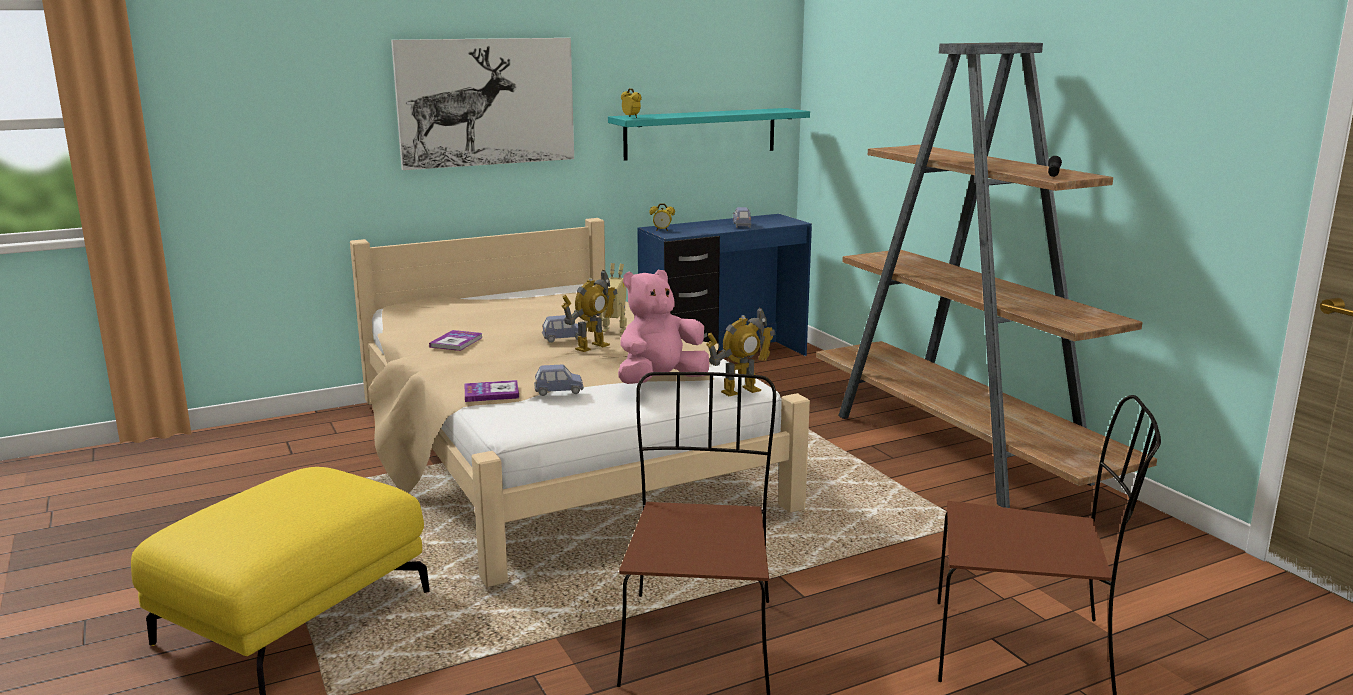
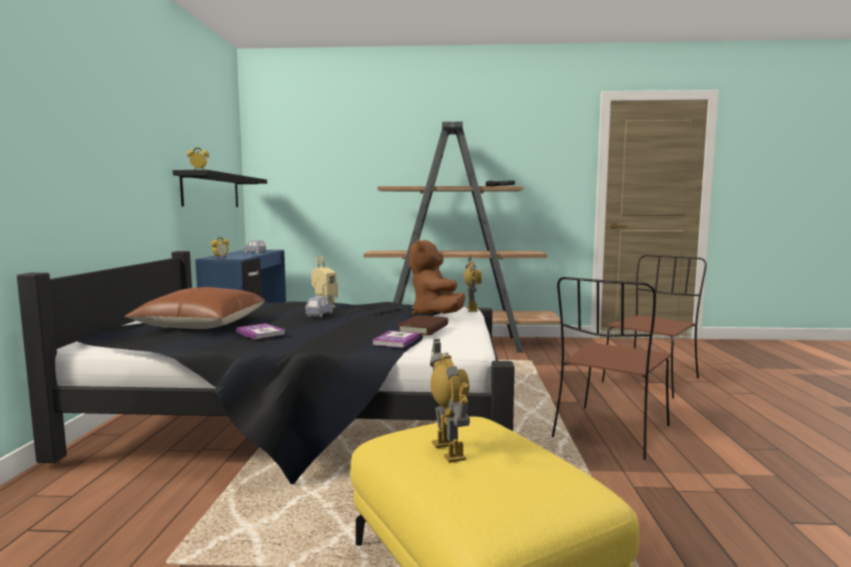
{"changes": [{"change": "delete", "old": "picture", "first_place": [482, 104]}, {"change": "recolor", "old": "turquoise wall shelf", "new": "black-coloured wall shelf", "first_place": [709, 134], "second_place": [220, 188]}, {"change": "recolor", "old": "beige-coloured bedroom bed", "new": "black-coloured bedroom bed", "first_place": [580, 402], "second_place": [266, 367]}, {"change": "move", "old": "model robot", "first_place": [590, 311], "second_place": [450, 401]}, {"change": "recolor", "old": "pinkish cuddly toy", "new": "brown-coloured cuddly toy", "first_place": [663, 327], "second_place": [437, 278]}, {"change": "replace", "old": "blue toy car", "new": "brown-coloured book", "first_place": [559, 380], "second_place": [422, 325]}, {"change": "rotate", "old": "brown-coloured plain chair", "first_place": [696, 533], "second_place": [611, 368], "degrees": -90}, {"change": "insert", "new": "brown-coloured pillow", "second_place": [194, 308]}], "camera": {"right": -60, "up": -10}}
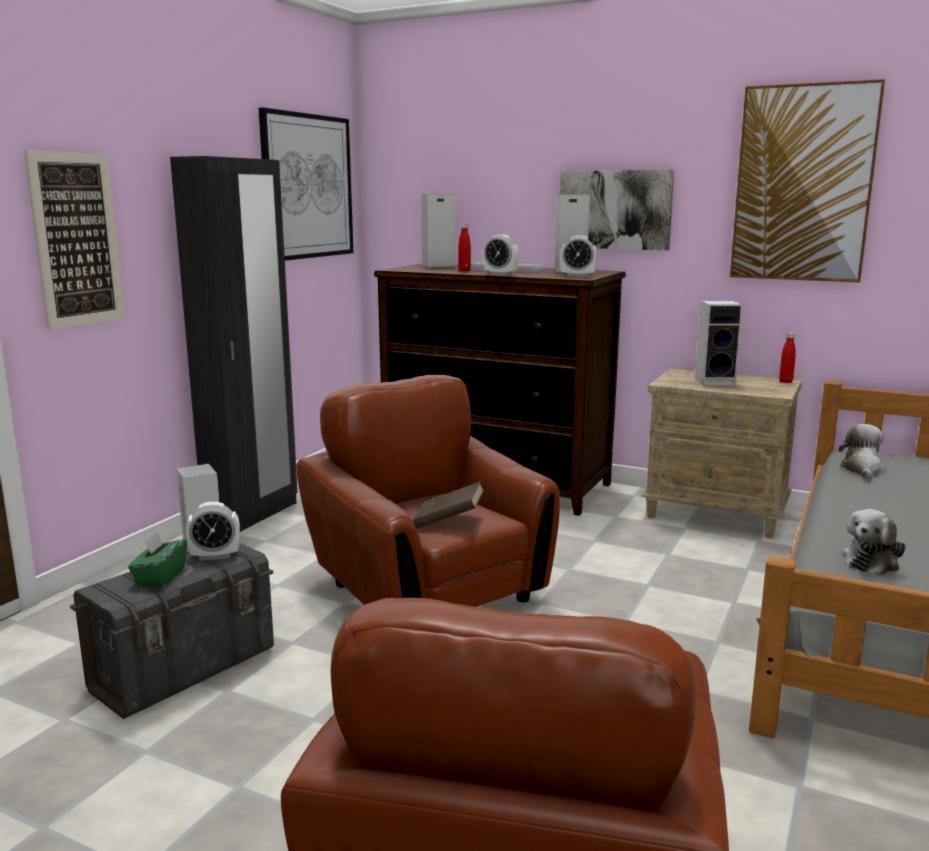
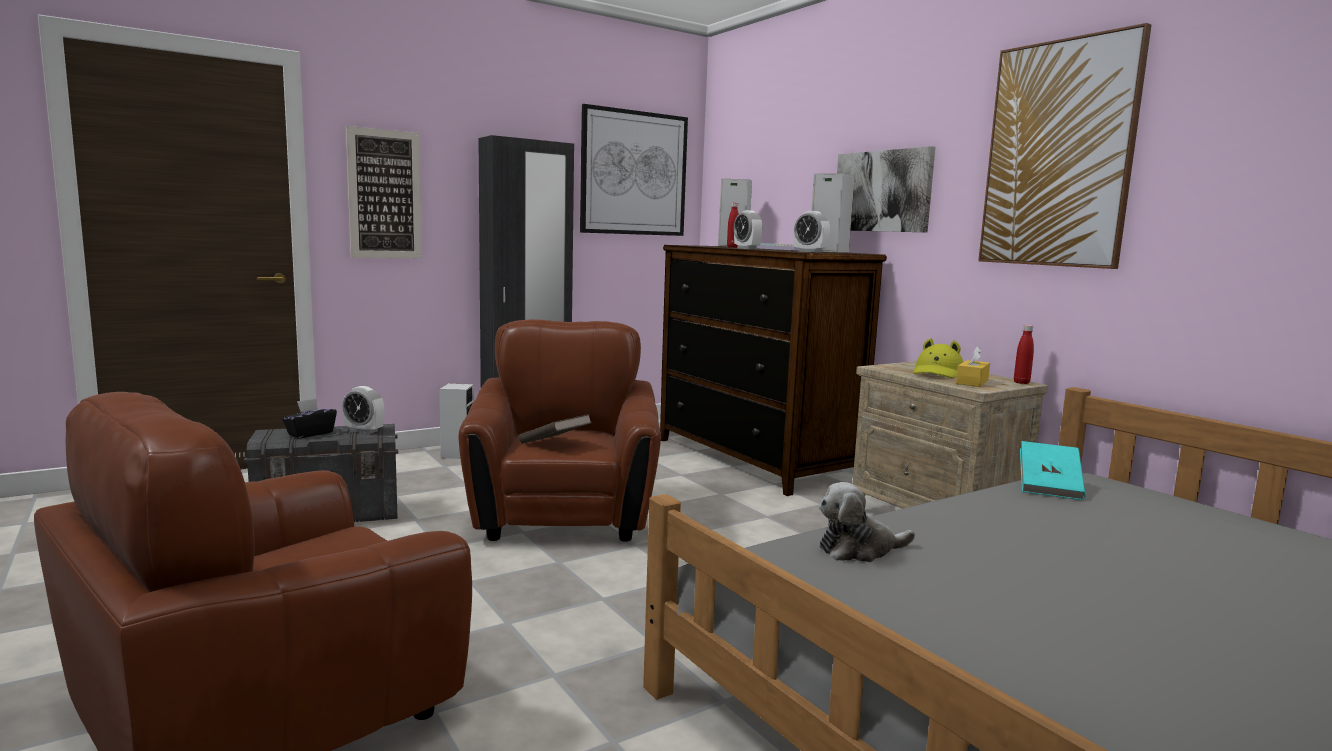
{"changes": [{"change": "replace", "old": "audio speaker", "new": "yellowish hat", "first_place": [719, 343], "second_place": [938, 358]}, {"change": "replace", "old": "cuddly toy", "new": "turquoise book", "first_place": [862, 452], "second_place": [1053, 470]}, {"change": "recolor", "old": "green-coloured tissue box", "new": "black-coloured tissue box", "first_place": [157, 559], "second_place": [309, 418]}, {"change": "insert", "new": "yellowish tissue box", "second_place": [973, 366]}], "camera": {"right": 30, "up": -5}}
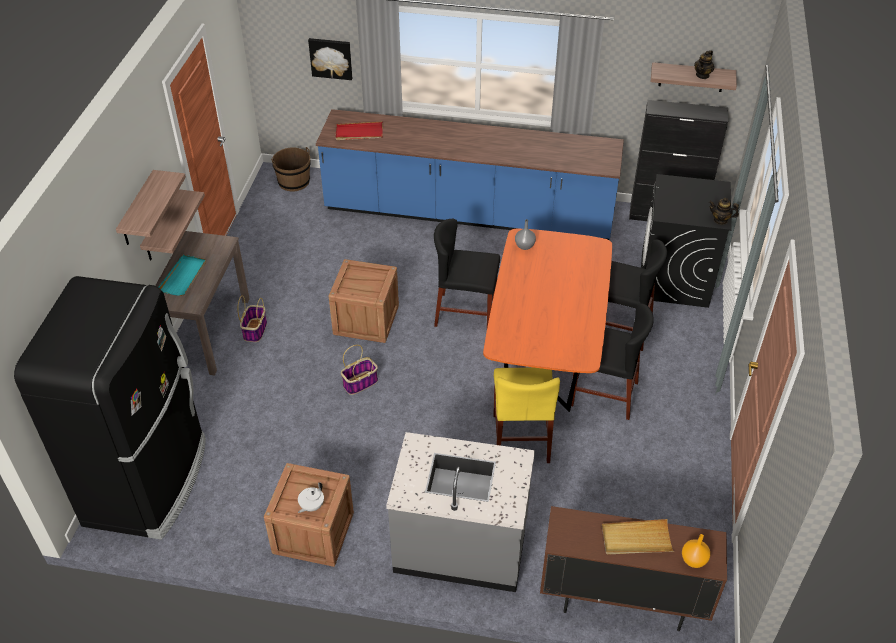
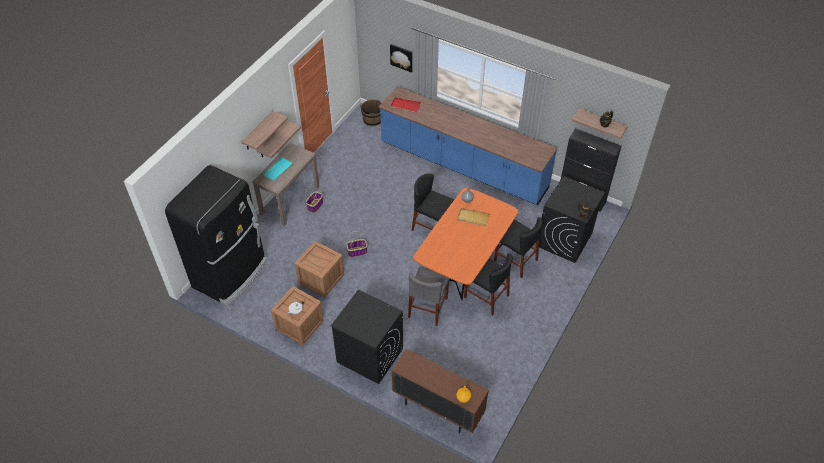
{"changes": [{"change": "move", "old": "crate", "first_place": [364, 301], "second_place": [319, 269]}, {"change": "recolor", "old": "yellowish plain chair", "new": "grey plain chair", "first_place": [526, 415], "second_place": [429, 296]}, {"change": "replace", "old": "grey kitchen base unit", "new": "black-coloured washing machine", "first_place": [460, 512], "second_place": [367, 336]}, {"change": "move", "old": "beige-coloured serving tray", "first_place": [638, 537], "second_place": [474, 217]}], "camera": {"right": 20, "up": 5}}
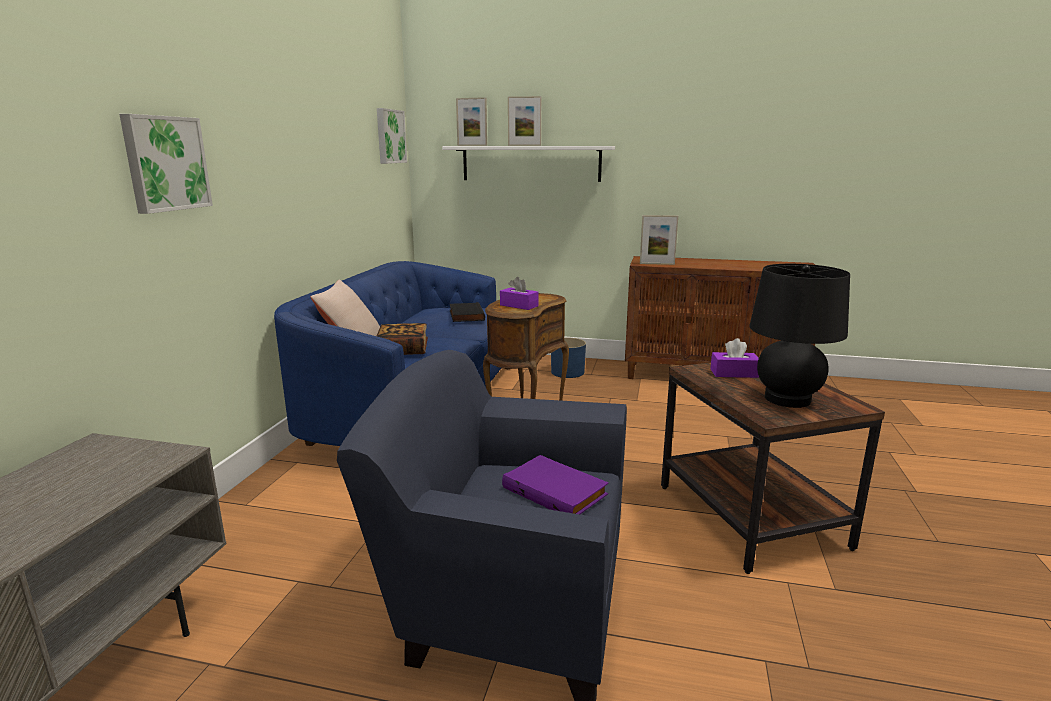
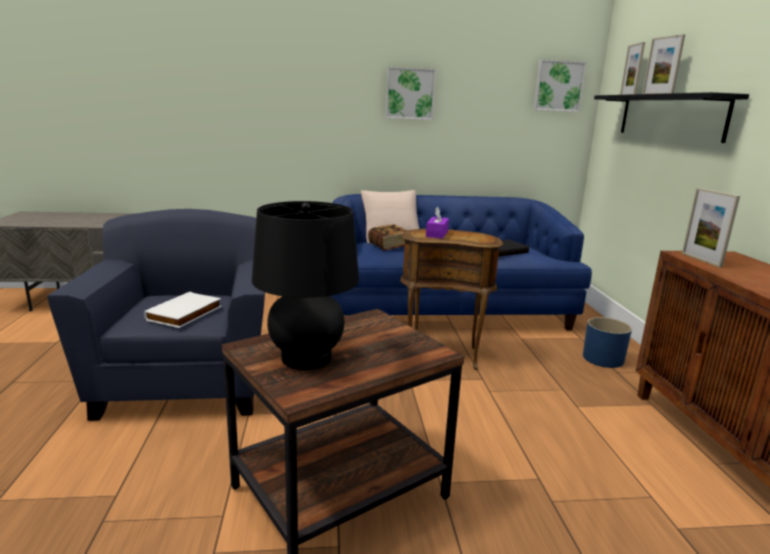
{"changes": [{"change": "move", "old": "picture", "first_place": [166, 164], "second_place": [410, 93]}, {"change": "recolor", "old": "white-coloured wall shelf", "new": "black-coloured wall shelf", "first_place": [528, 164], "second_place": [671, 117]}, {"change": "delete", "old": "purple tissue box", "first_place": [734, 358]}, {"change": "recolor", "old": "purple book", "new": "white-coloured book", "first_place": [555, 484], "second_place": [183, 310]}], "camera": {"right": 70, "up": 0}}
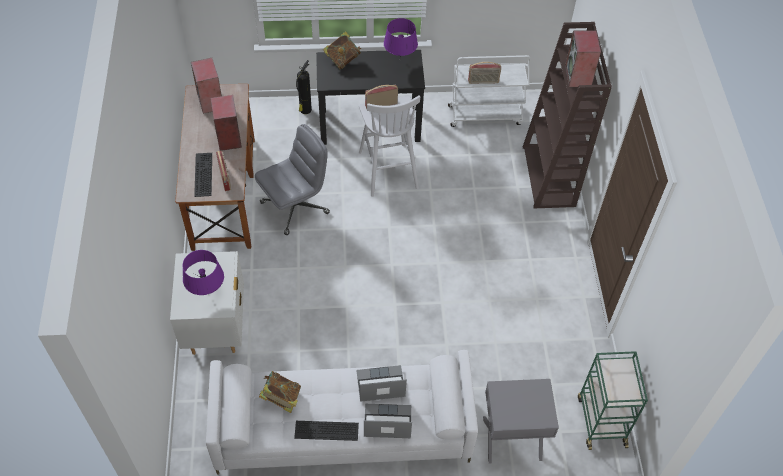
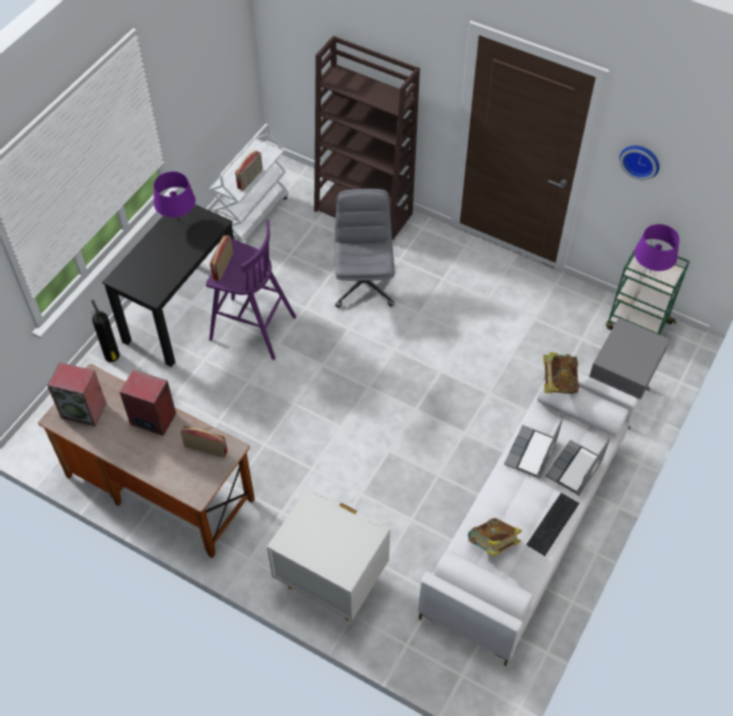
{"changes": [{"change": "move", "old": "book", "first_place": [342, 50], "second_place": [561, 373]}, {"change": "delete", "old": "audio speaker", "first_place": [583, 59]}, {"change": "recolor", "old": "white-coloured sitting stool", "new": "purple sitting stool", "first_place": [389, 146], "second_place": [251, 290]}, {"change": "move", "old": "grey computer chair", "first_place": [292, 179], "second_place": [365, 248]}, {"change": "delete", "old": "PC keyboard", "first_place": [203, 175]}, {"change": "move", "old": "purple lamp for a table", "first_place": [203, 272], "second_place": [657, 248]}, {"change": "insert", "new": "clock on the wall", "second_place": [639, 162]}], "camera": {"right": -55, "up": 0}}
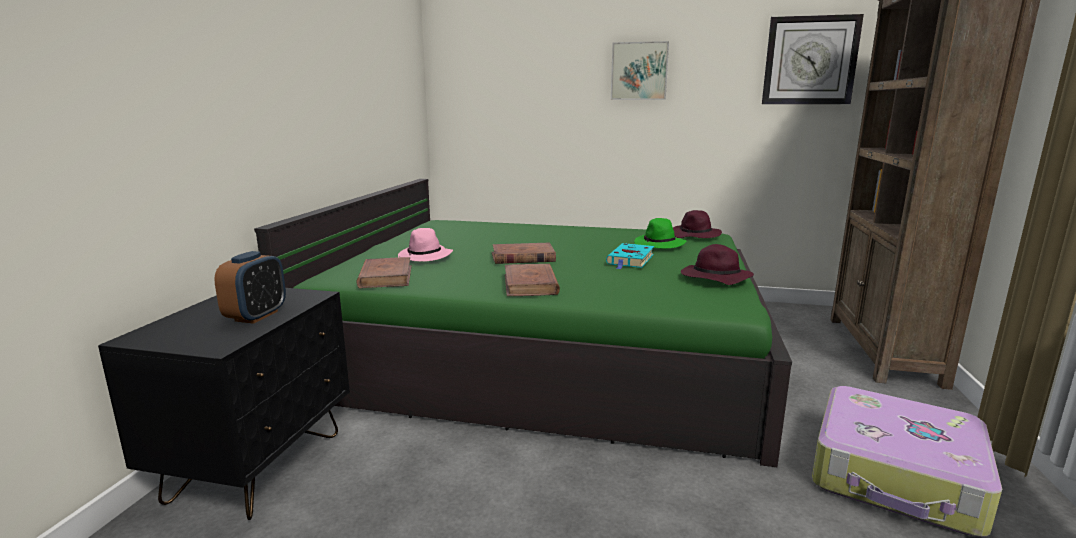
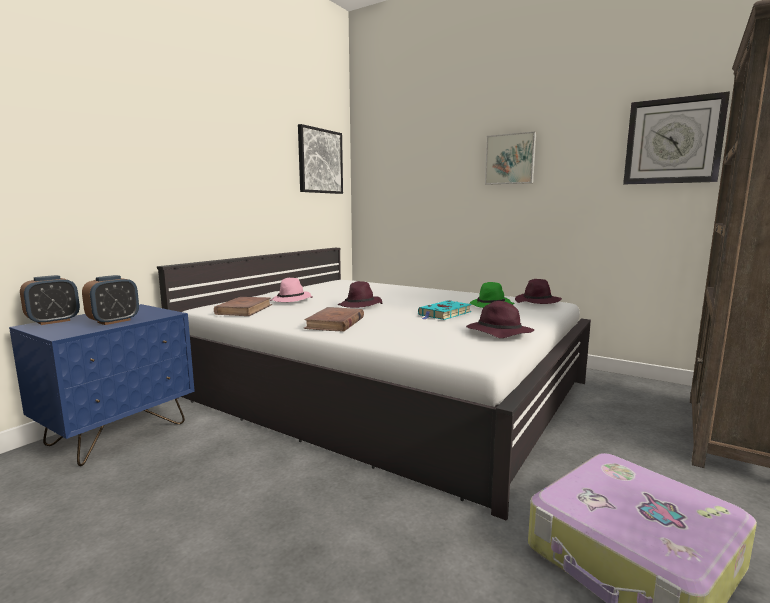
{"changes": [{"change": "recolor", "old": "green-coloured bedroom bed", "new": "white-coloured bedroom bed", "first_place": [523, 323], "second_place": [374, 384]}, {"change": "replace", "old": "brown-coloured book", "new": "purple hat", "first_place": [524, 253], "second_place": [360, 294]}, {"change": "recolor", "old": "black-coloured nightstand", "new": "blue nightstand", "first_place": [224, 404], "second_place": [102, 385]}, {"change": "insert", "new": "picture", "second_place": [320, 159]}, {"change": "insert", "new": "bedside clock", "second_place": [50, 300]}], "camera": {"right": 20, "up": -5}}
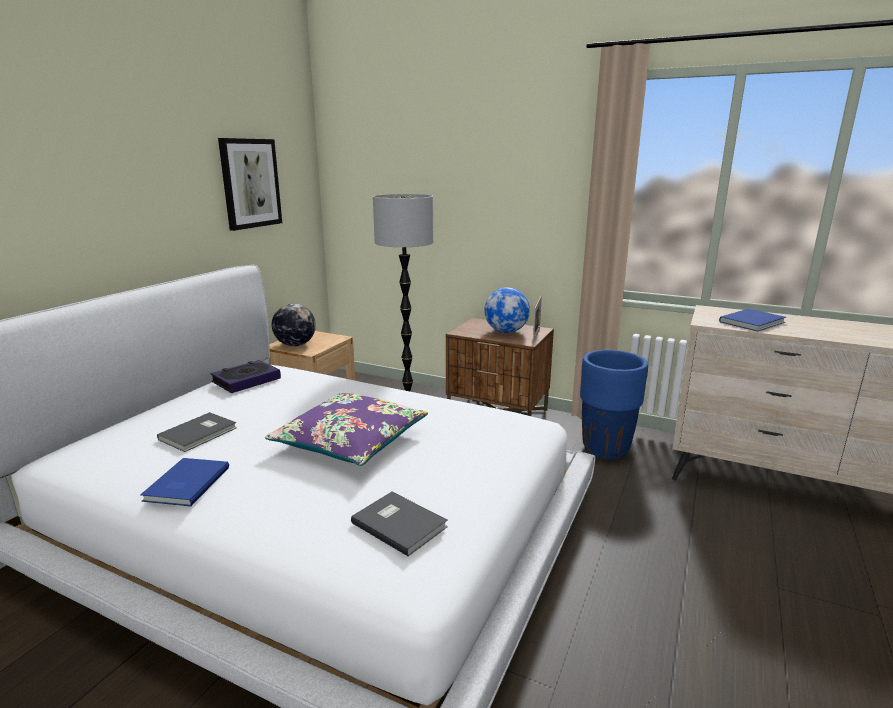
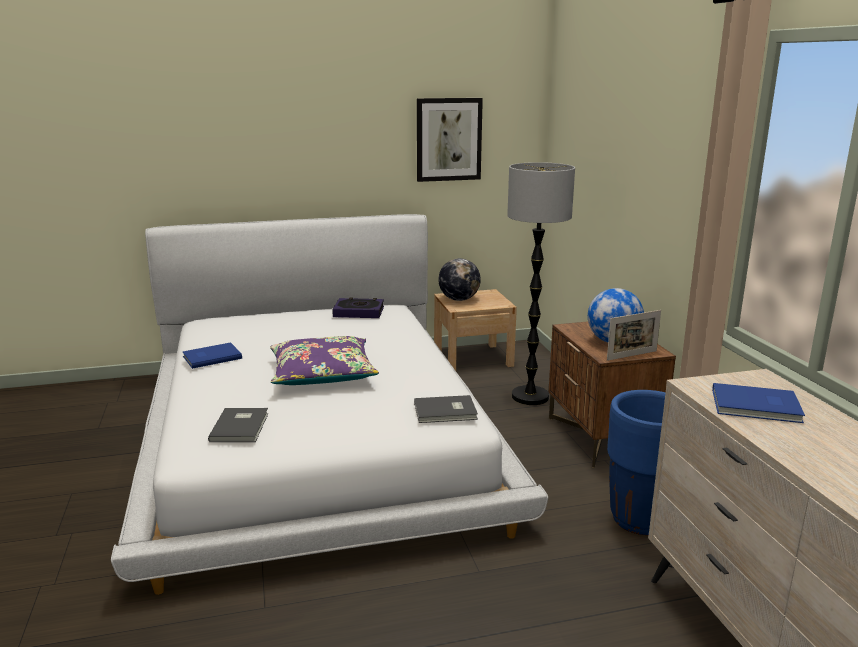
{"changes": [{"change": "move", "old": "grey book", "first_place": [197, 432], "second_place": [446, 409]}], "camera": {"right": 50, "up": 0}}
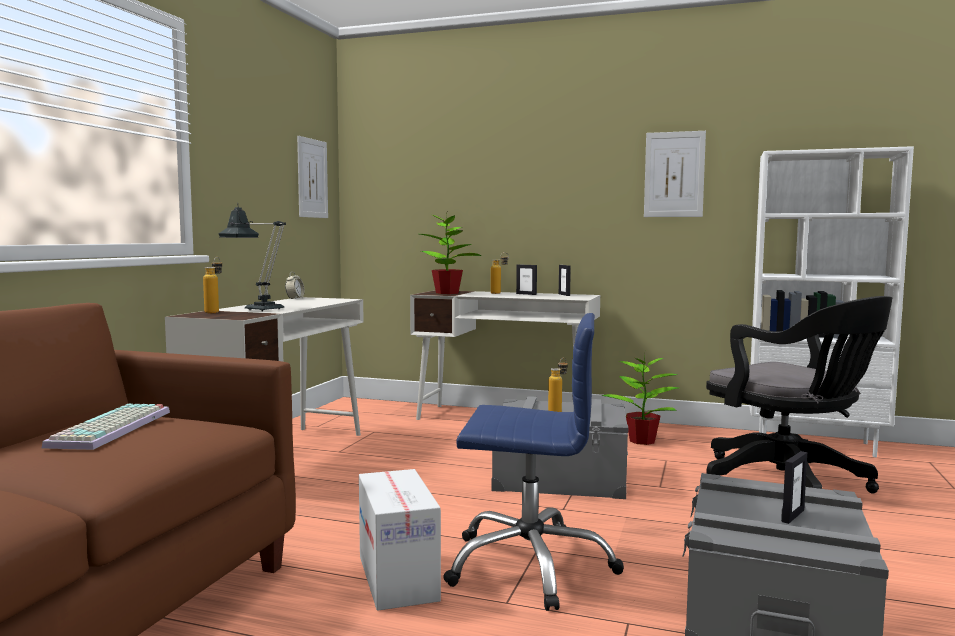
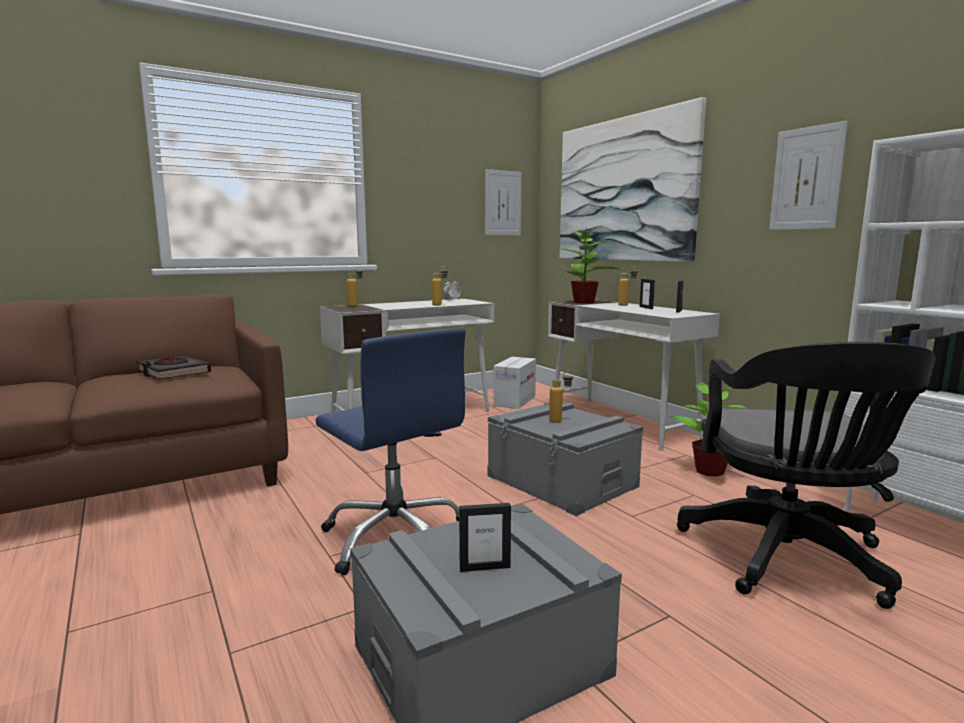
{"changes": [{"change": "delete", "old": "lamp for a table", "first_place": [252, 259]}, {"change": "replace", "old": "PC keyboard", "new": "black-coloured book", "first_place": [106, 427], "second_place": [173, 367]}, {"change": "move", "old": "carton", "first_place": [400, 540], "second_place": [514, 383]}, {"change": "insert", "new": "picture", "second_place": [633, 179]}, {"change": "insert", "new": "drink bottle", "second_place": [440, 286]}], "camera": {"right": 40, "up": 5}}
